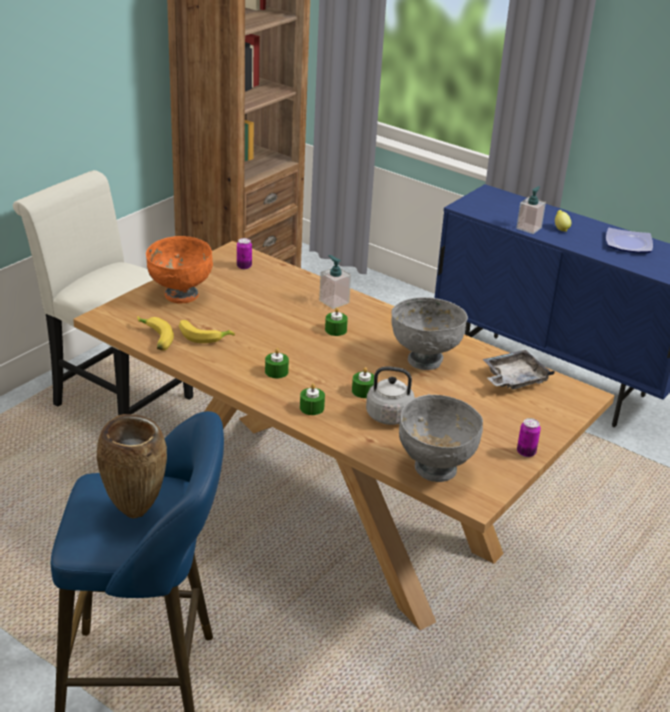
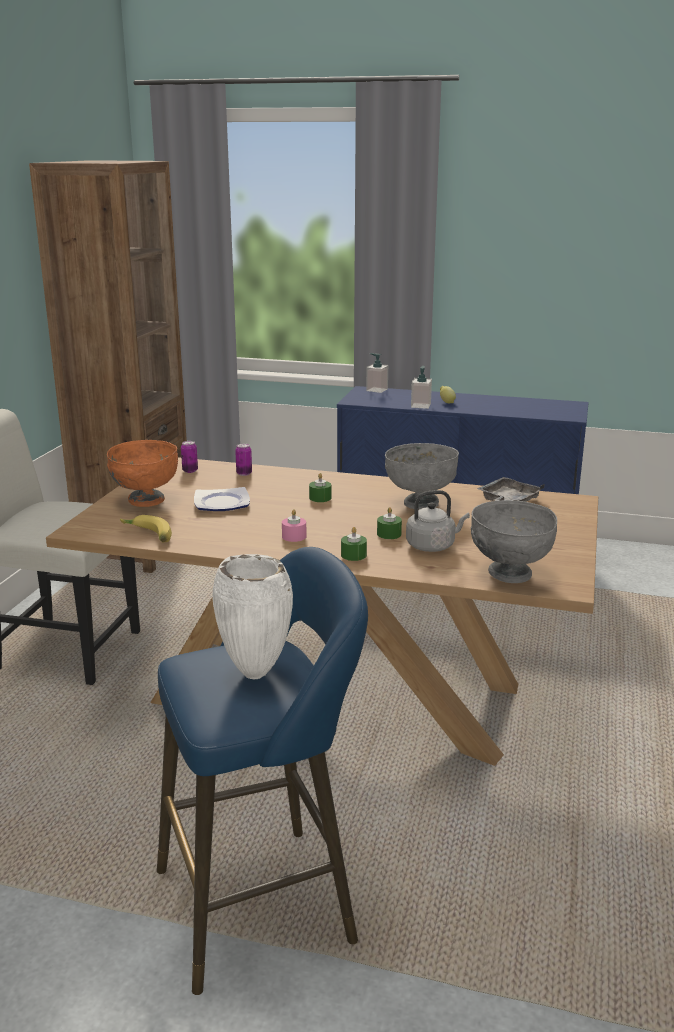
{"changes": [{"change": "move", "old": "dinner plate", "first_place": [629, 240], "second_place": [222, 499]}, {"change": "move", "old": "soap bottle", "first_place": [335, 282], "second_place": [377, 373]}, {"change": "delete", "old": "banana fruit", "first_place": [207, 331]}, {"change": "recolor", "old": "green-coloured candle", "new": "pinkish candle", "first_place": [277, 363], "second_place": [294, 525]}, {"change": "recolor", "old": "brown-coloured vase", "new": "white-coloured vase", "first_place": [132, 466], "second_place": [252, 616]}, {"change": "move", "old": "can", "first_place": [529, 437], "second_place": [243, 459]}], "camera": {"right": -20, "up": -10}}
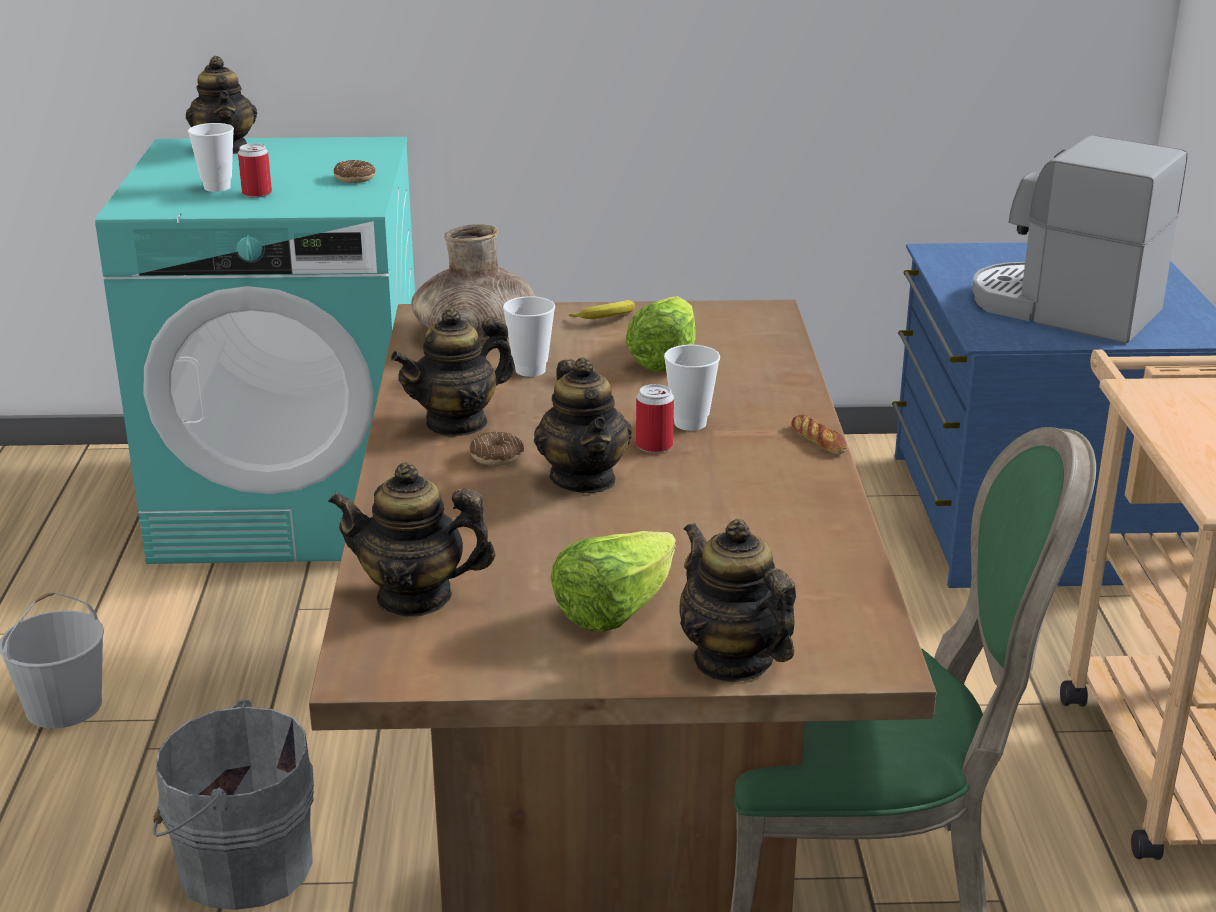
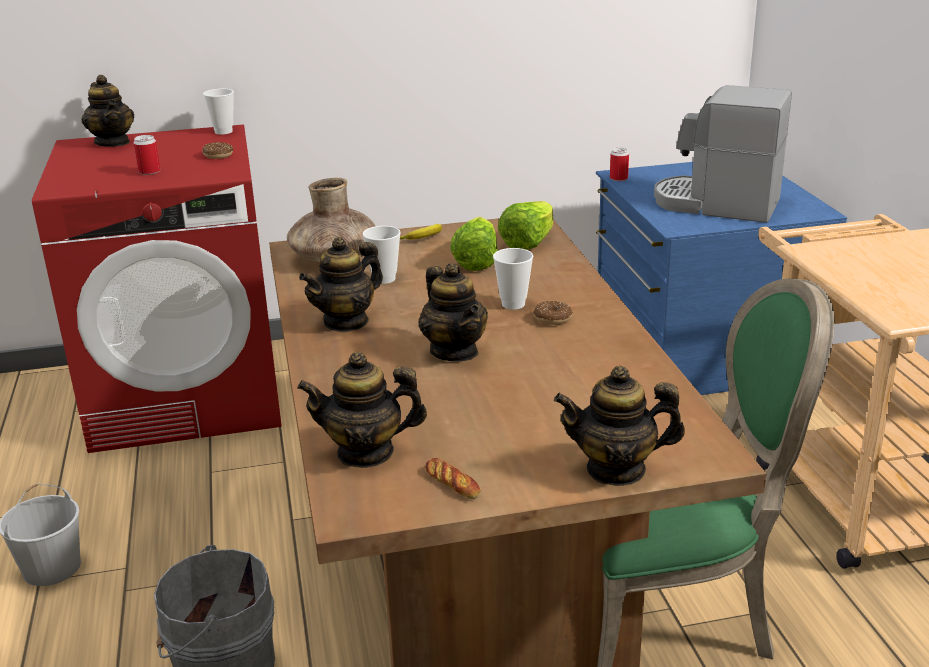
{"changes": [{"change": "move", "old": "cup", "first_place": [211, 157], "second_place": [218, 112]}, {"change": "recolor", "old": "turquoise washing machine", "new": "red-coloured washing machine", "first_place": [255, 350], "second_place": [157, 288]}, {"change": "move", "old": "can", "first_place": [655, 418], "second_place": [619, 164]}, {"change": "move", "old": "baked bread", "first_place": [819, 435], "second_place": [453, 478]}, {"change": "move", "old": "doughnut", "first_place": [497, 449], "second_place": [553, 313]}, {"change": "rotate", "old": "tea pot", "first_place": [737, 600], "second_place": [619, 426], "degrees": -45}, {"change": "move", "old": "lettuce", "first_place": [613, 581], "second_place": [525, 225]}], "camera": {"right": -10, "up": 0}}
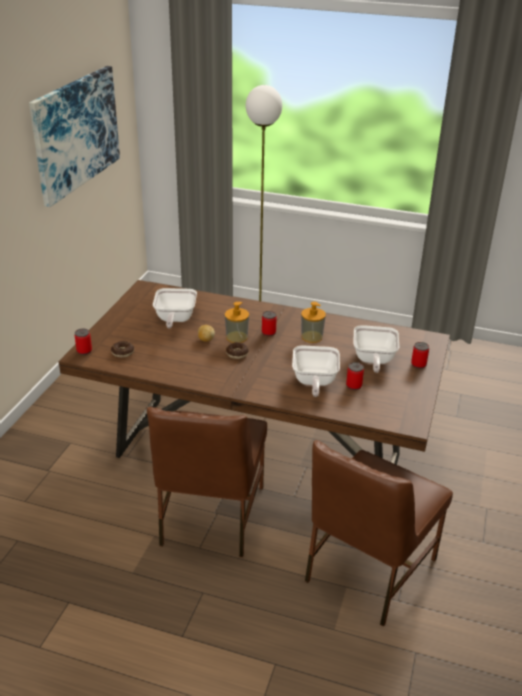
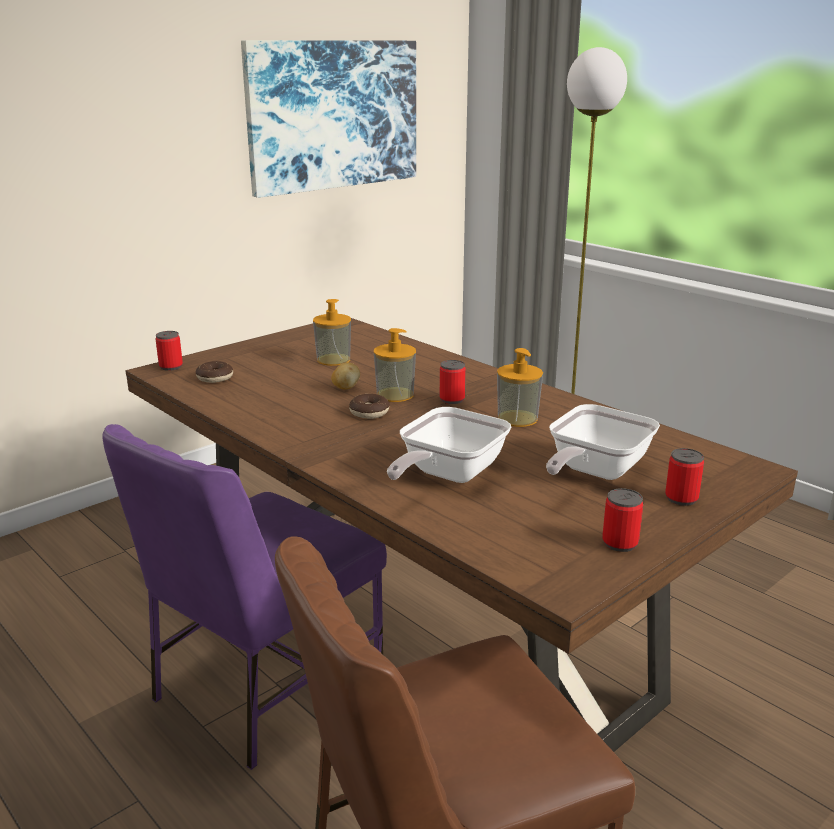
{"changes": [{"change": "replace", "old": "frying pan", "new": "soap bottle", "first_place": [175, 308], "second_place": [332, 332]}, {"change": "move", "old": "can", "first_place": [355, 376], "second_place": [622, 520]}, {"change": "recolor", "old": "brown-coloured plain chair", "new": "purple plain chair", "first_place": [207, 482], "second_place": [244, 597]}], "camera": {"right": 30, "up": -10}}
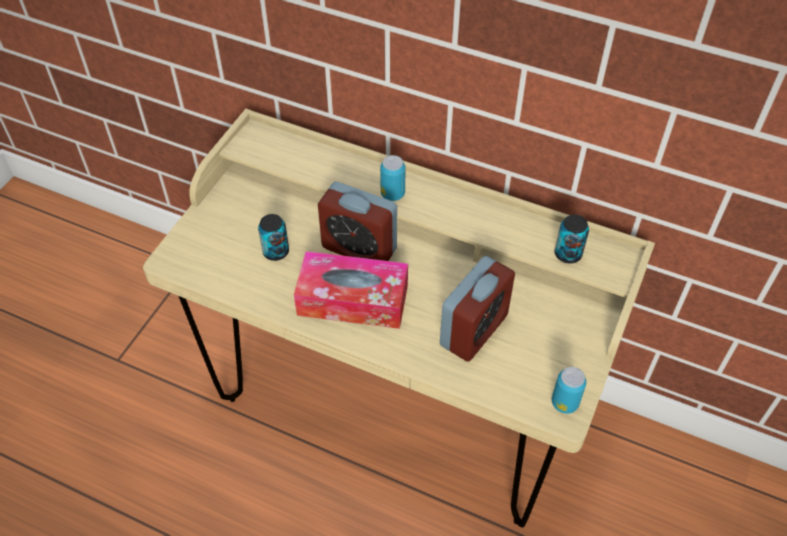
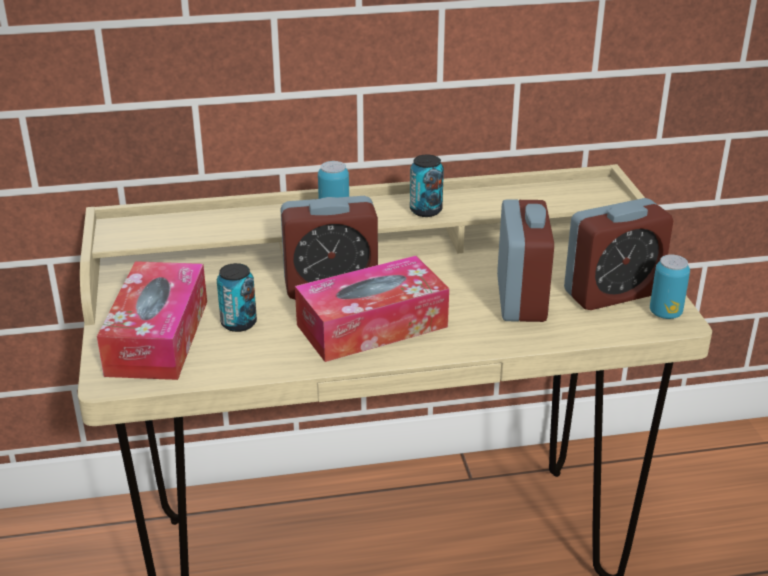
{"changes": [{"change": "move", "old": "can", "first_place": [571, 238], "second_place": [427, 186]}, {"change": "insert", "new": "bedside clock", "second_place": [618, 254]}, {"change": "insert", "new": "tissue box", "second_place": [152, 320]}], "camera": {"right": -35, "up": -20}}
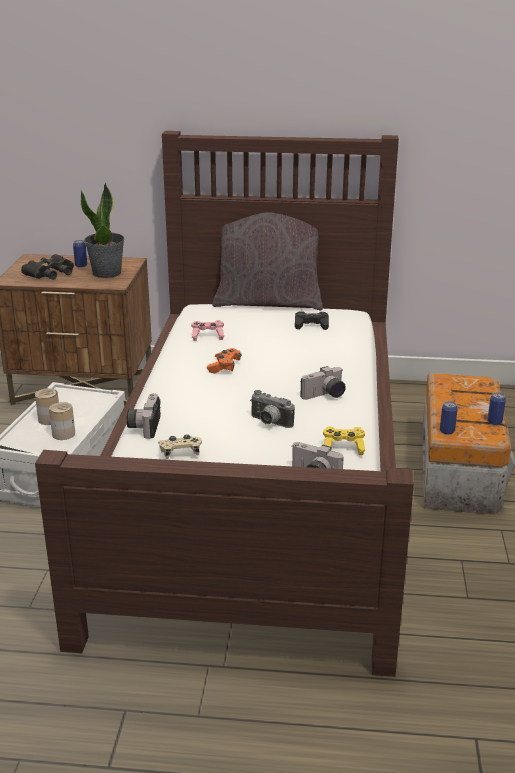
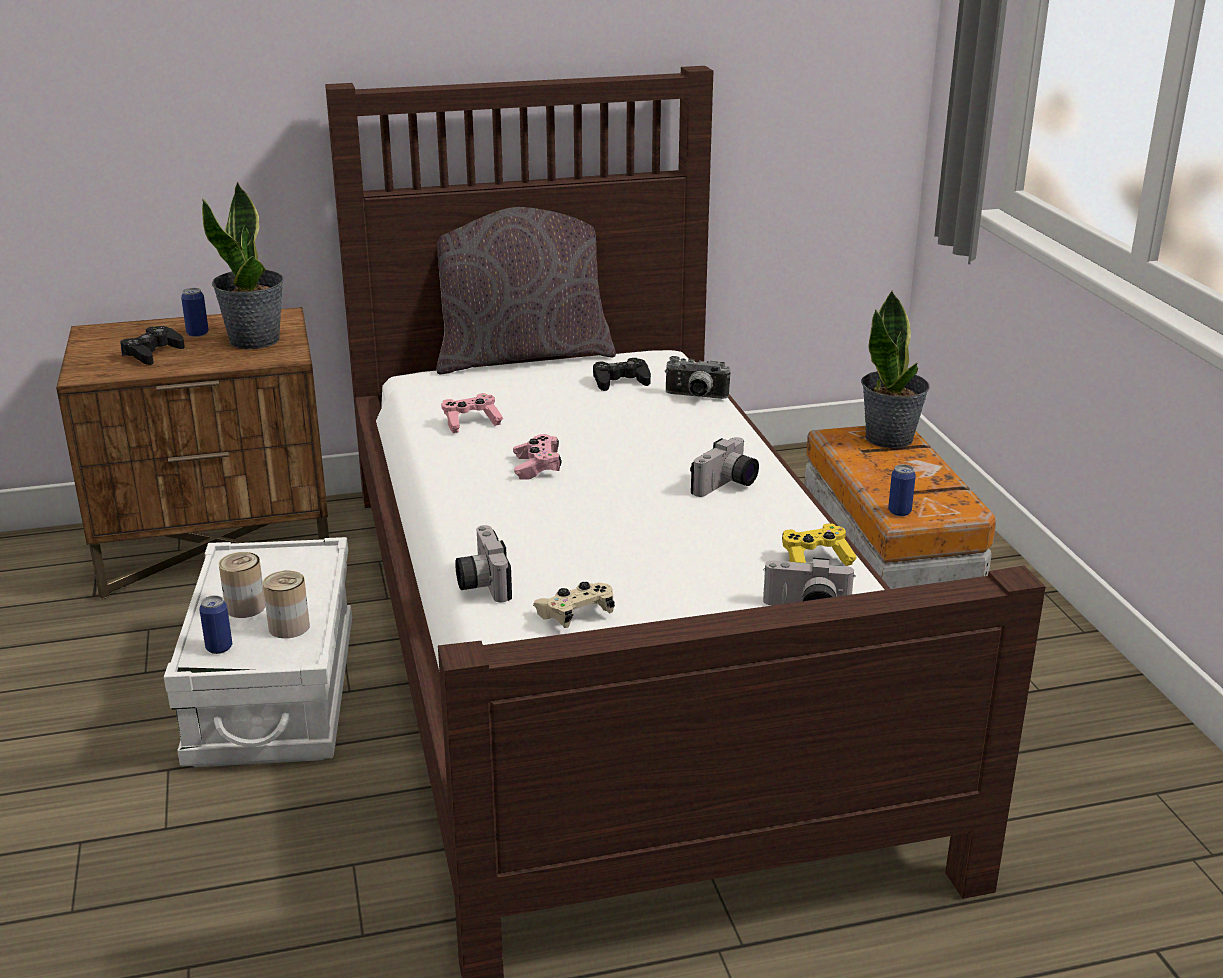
{"changes": [{"change": "replace", "old": "black-coloured binoculars", "new": "black-coloured joypad", "first_place": [47, 267], "second_place": [152, 345]}, {"change": "recolor", "old": "orangey joypad", "new": "pinkish joypad", "first_place": [224, 360], "second_place": [537, 457]}, {"change": "move", "old": "still camera", "first_place": [272, 409], "second_place": [697, 377]}, {"change": "move", "old": "can", "first_place": [496, 408], "second_place": [215, 624]}, {"change": "insert", "new": "plant in a pot", "second_place": [895, 369]}], "camera": {"right": -20, "up": 0}}
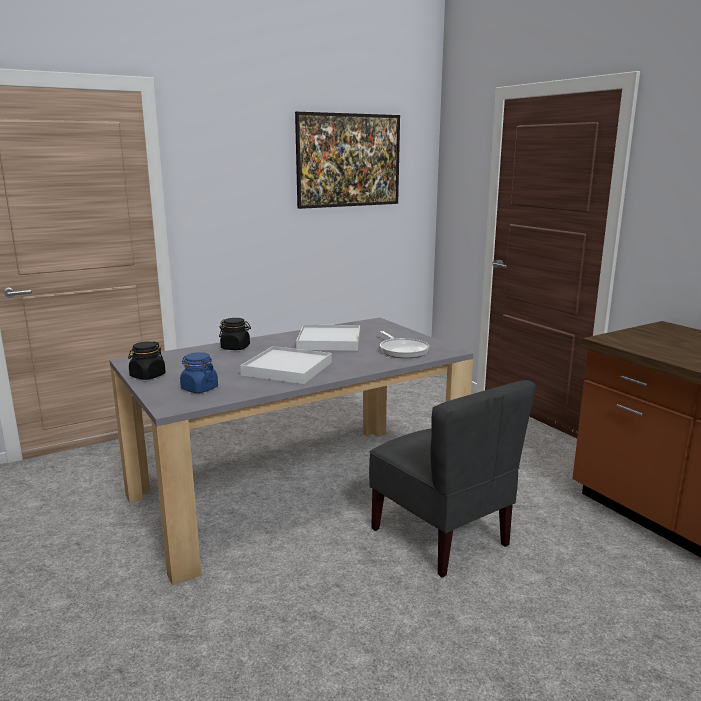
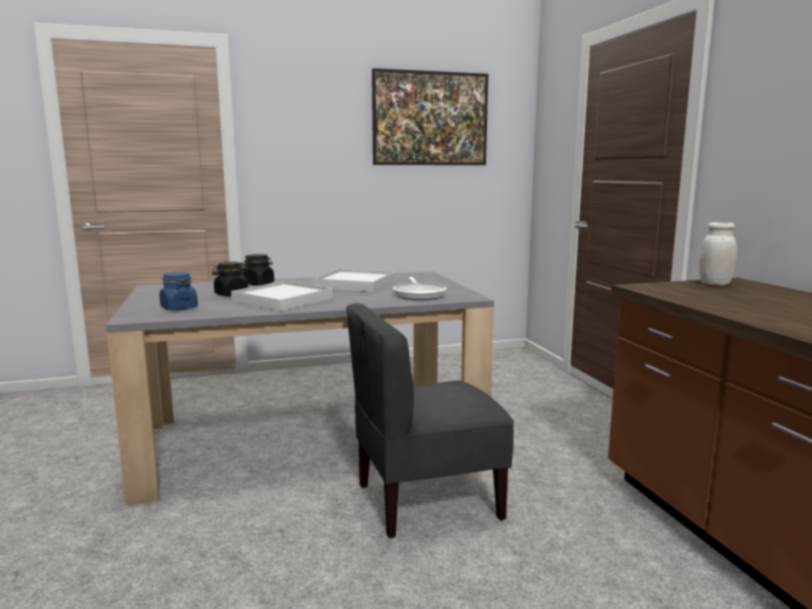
{"changes": [{"change": "move", "old": "black-coloured preserve jar", "first_place": [147, 361], "second_place": [230, 279]}, {"change": "rotate", "old": "grey plain chair", "first_place": [452, 478], "second_place": [430, 420], "degrees": 90}, {"change": "insert", "new": "white-coloured preserve jar", "second_place": [717, 253]}], "camera": {"right": 15, "up": -5}}
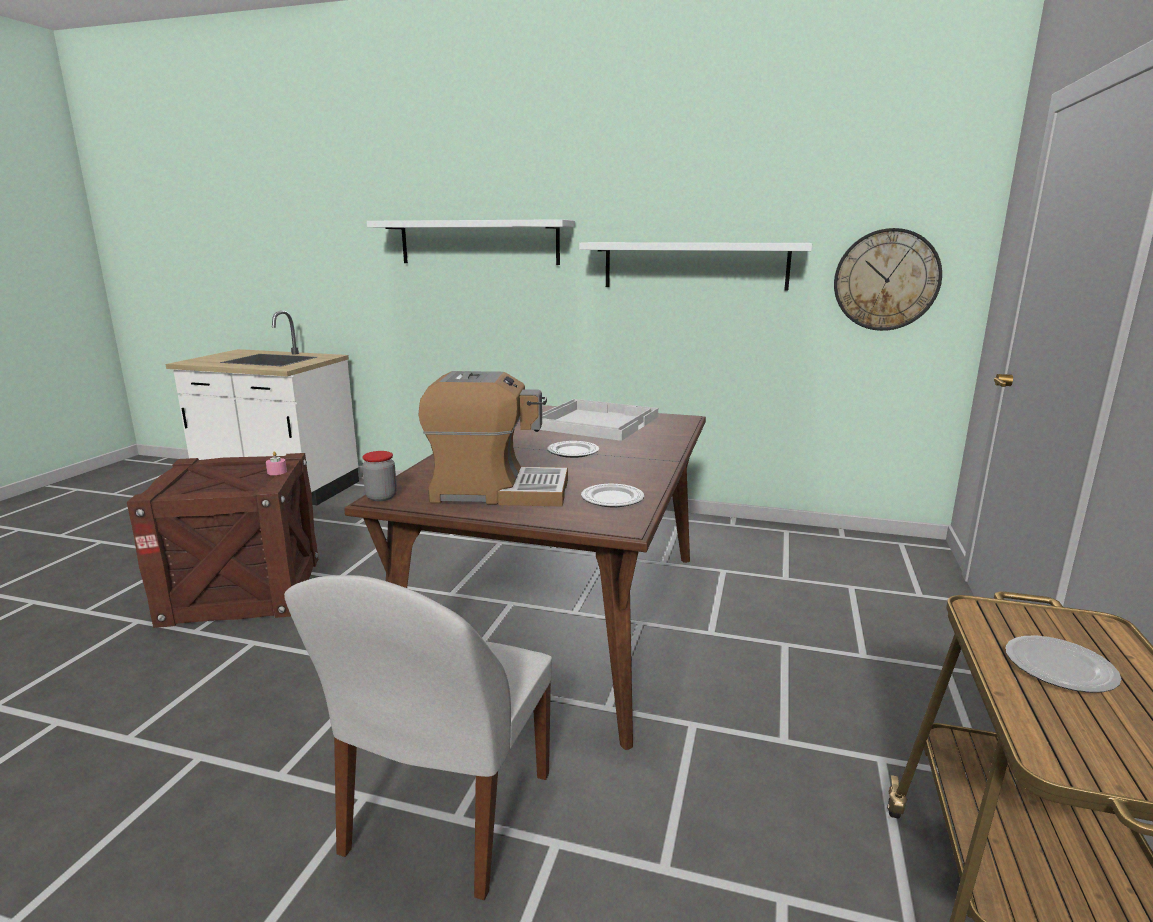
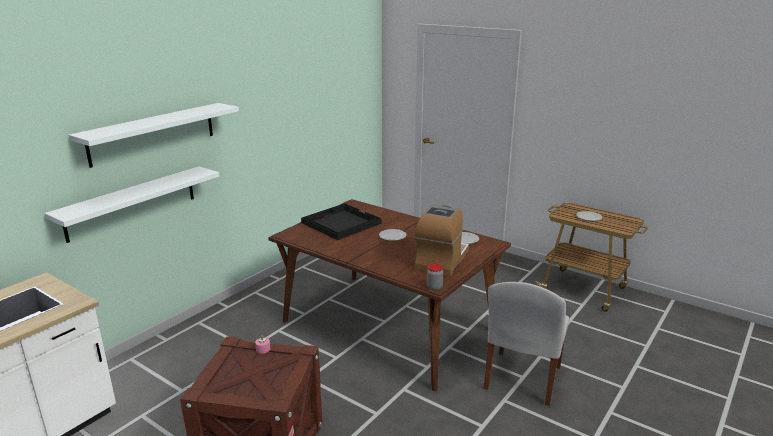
{"changes": [{"change": "delete", "old": "clock on the wall", "first_place": [888, 279]}, {"change": "move", "old": "white-coloured wall shelf", "first_place": [695, 266], "second_place": [131, 204]}, {"change": "recolor", "old": "white-coloured serving tray", "new": "black-coloured serving tray", "first_place": [599, 420], "second_place": [341, 221]}, {"change": "rotate", "old": "white-coloured plain chair", "first_place": [418, 737], "second_place": [526, 344], "degrees": 75}], "camera": {"right": -70, "up": 5}}
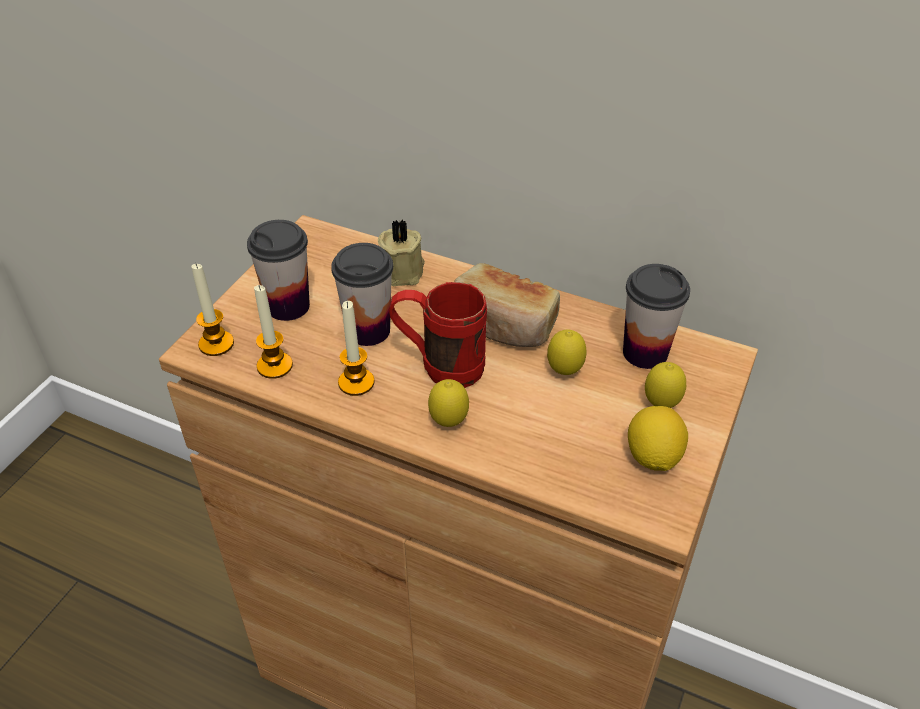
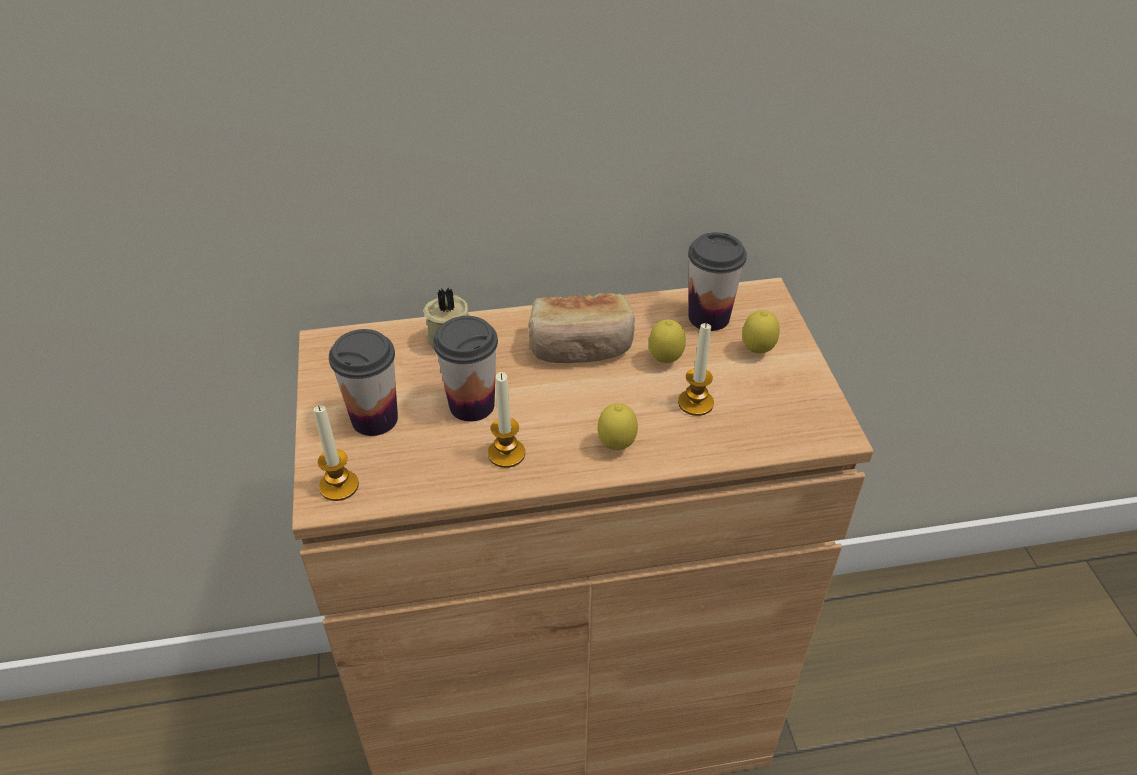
{"changes": [{"change": "delete", "old": "red-coloured tea mug", "first_place": [438, 335]}, {"change": "move", "old": "candle", "first_place": [273, 332], "second_place": [696, 369]}, {"change": "delete", "old": "citrus fruit", "first_place": [658, 438]}], "camera": {"right": -35, "up": 0}}
